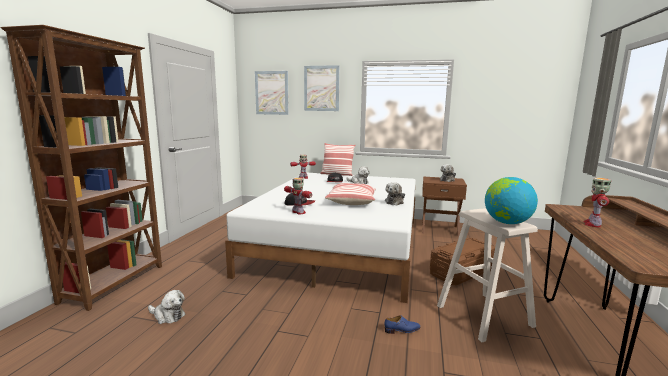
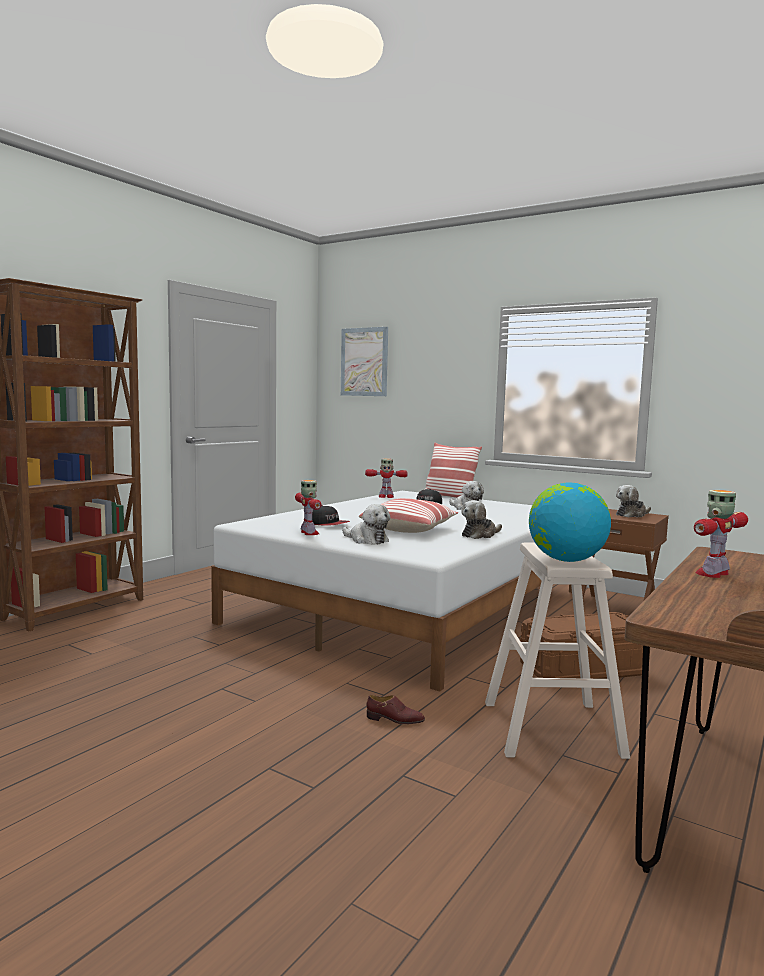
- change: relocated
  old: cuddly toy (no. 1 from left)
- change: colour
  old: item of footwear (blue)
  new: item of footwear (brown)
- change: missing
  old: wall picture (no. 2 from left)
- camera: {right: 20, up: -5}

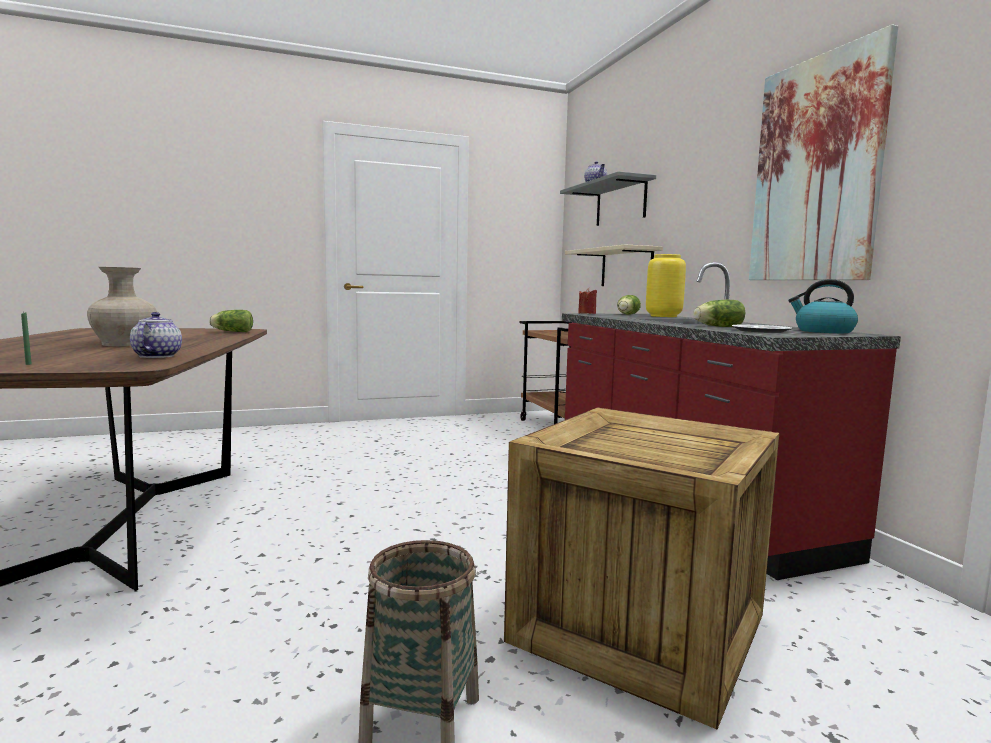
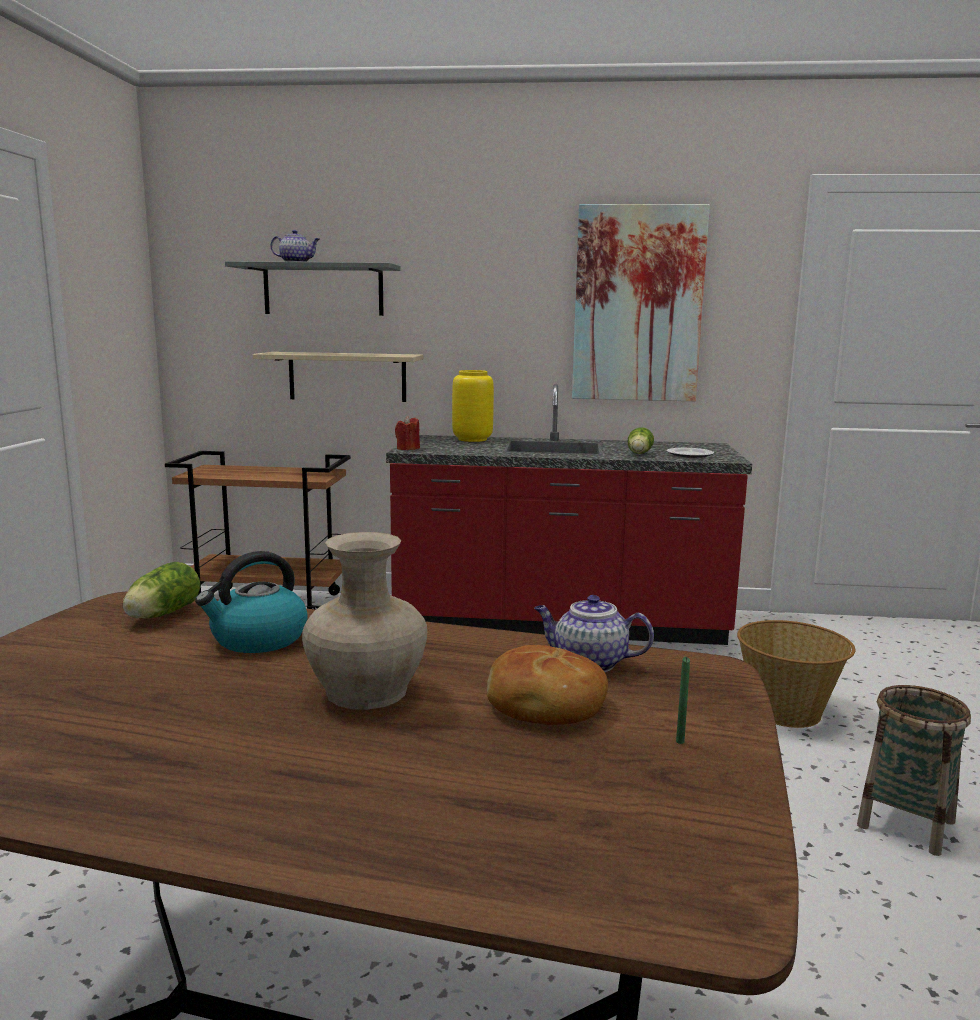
- change: relocated
  old: tea kettle
- change: appeared
  new: baked bread
- change: exchanged
  old: packing crate
  new: storage basket (no. 1 from left)
- change: missing
  old: head of lettuce (no. 2 from left)
- camera: {right: -65, up: 5}

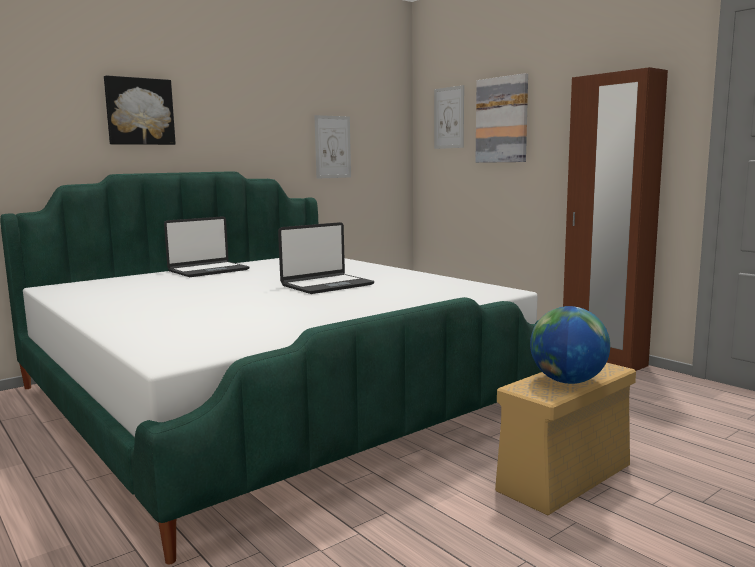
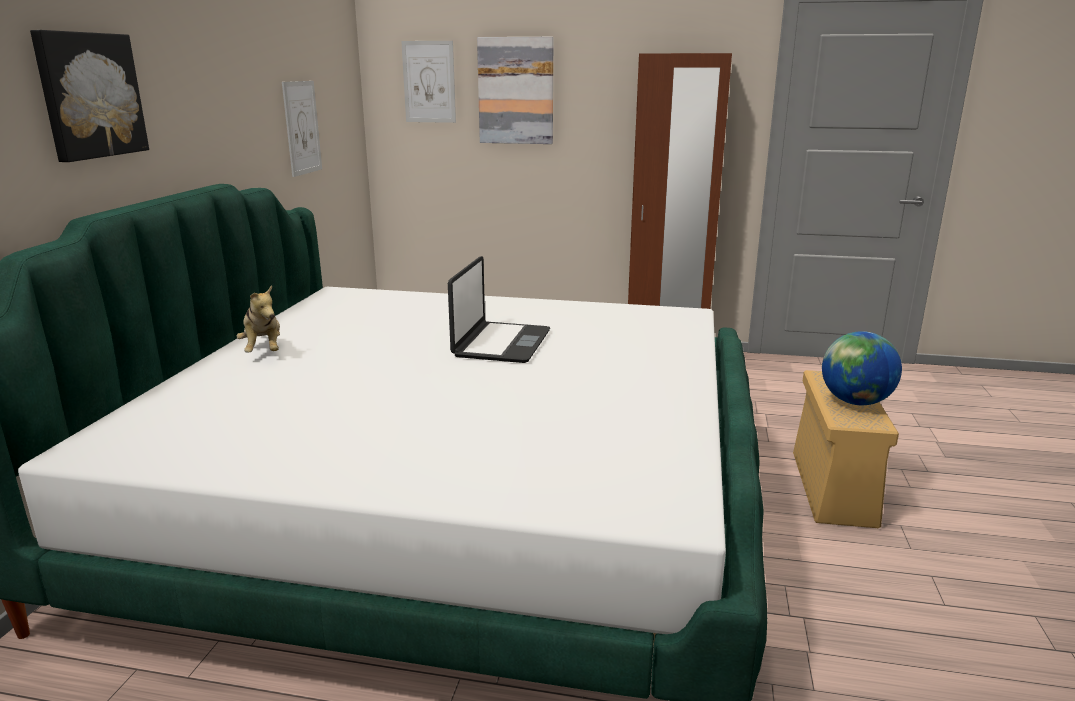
- change: exchanged
  old: portable computer (no. 1 from left)
  new: cuddly toy
- camera: {right: -40, up: 10}

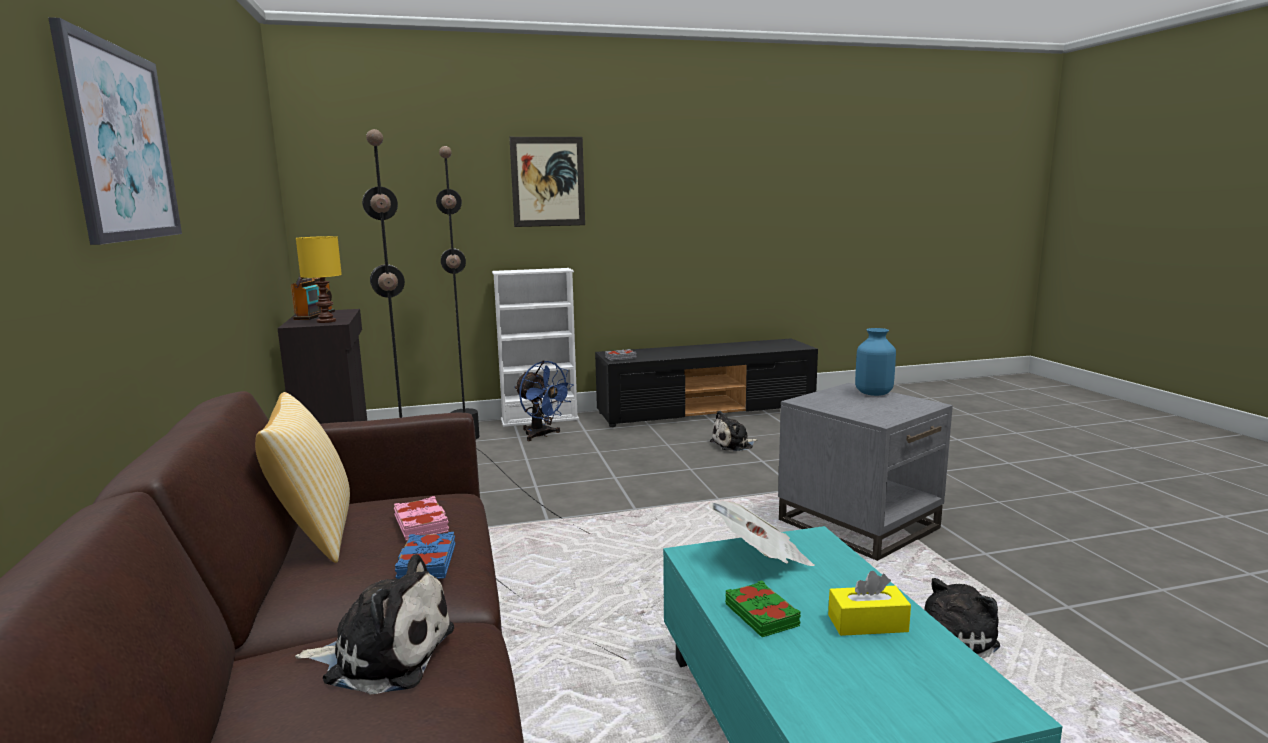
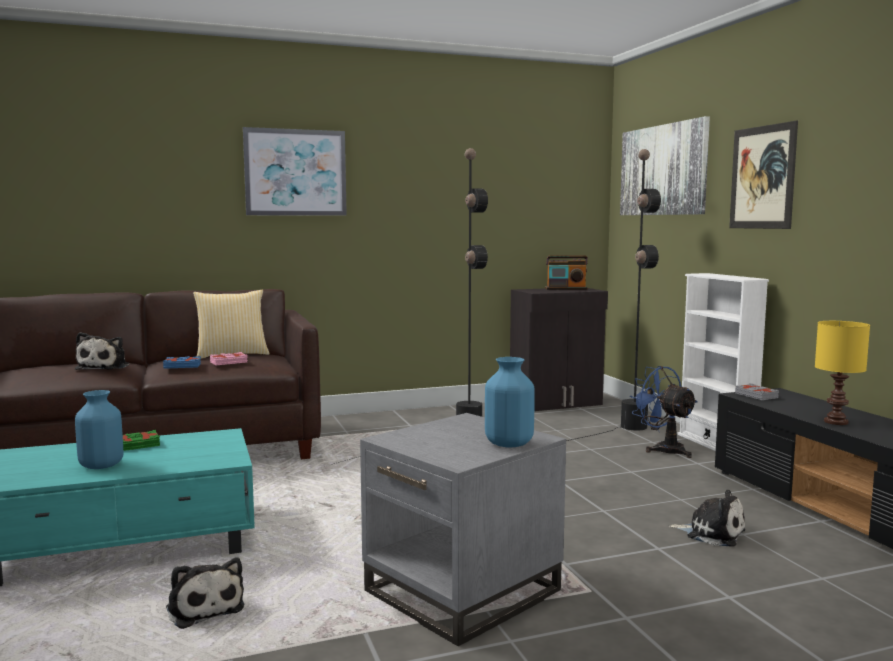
- change: exchanged
  old: tissue holder (yellow-coloured)
  new: decorative vase (blue) (no. 1 from left)
- change: appeared
  new: wall picture (no. 2 from left)
- change: spun
  old: fan (blue)
  degrees: 105
- change: spun
  old: cuddly toy (no. 2 from left in the first image)
  degrees: 150
- change: relocated
  old: lamp for a table (yellow-coloured)
- change: missing
  old: newspaper
- camera: {right: 85, up: -5}

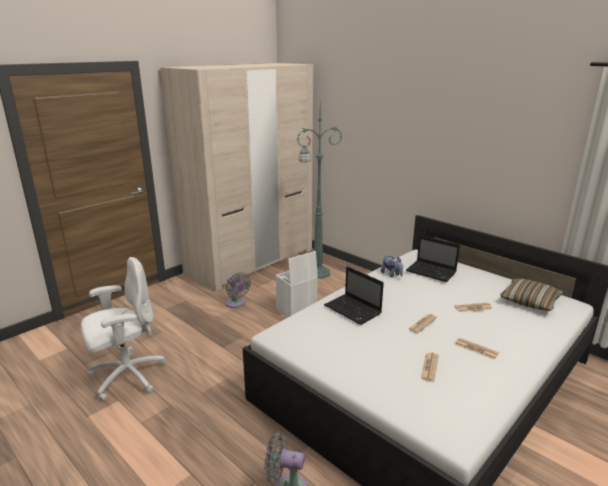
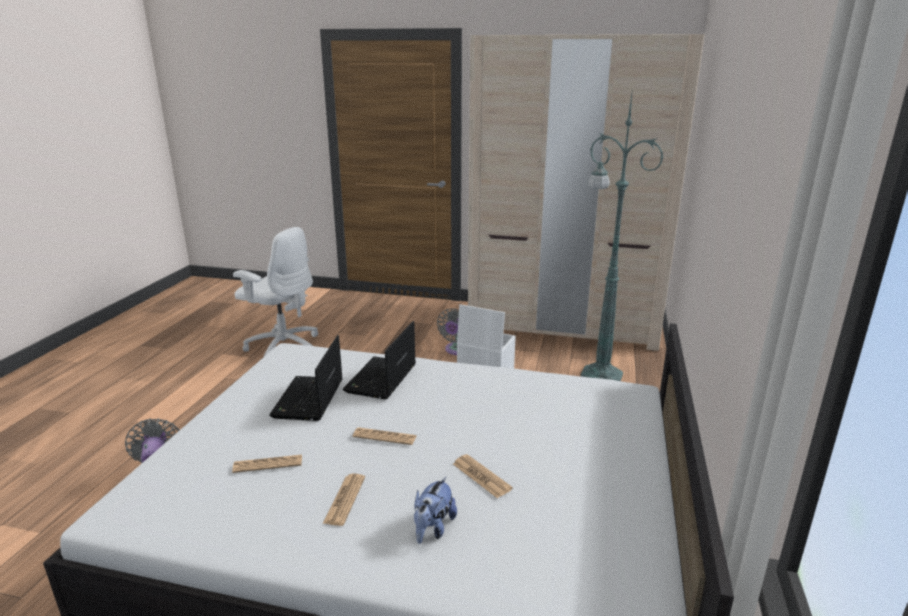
- change: relocated
  old: portable computer (no. 2 from left in the first image)
  new: portable computer (no. 1 from left)
- change: relocated
  old: cuddly toy
- change: missing
  old: pillow
- camera: {right: 60, up: 0}

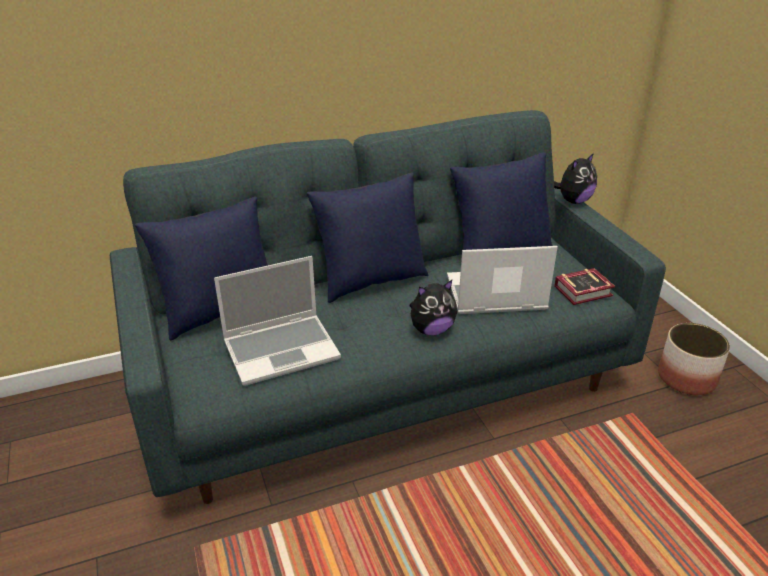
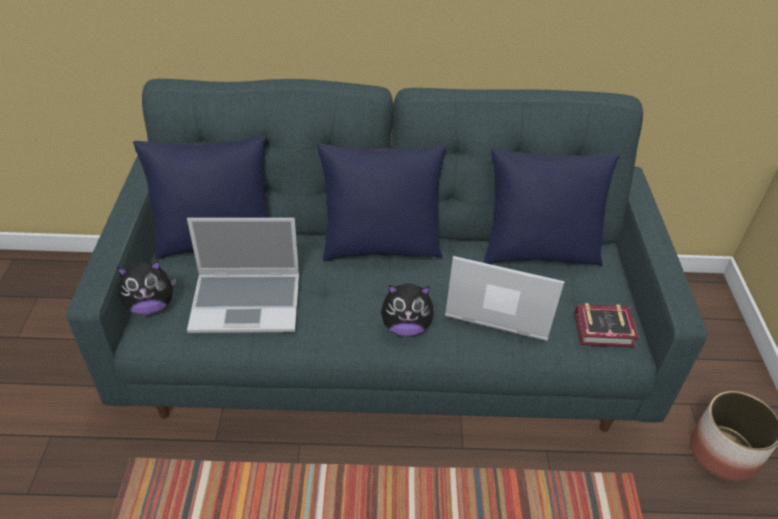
- change: relocated
  old: cuddly toy (no. 2 from left in the first image)
  new: cuddly toy (no. 1 from left)
- camera: {right: 20, up: 10}

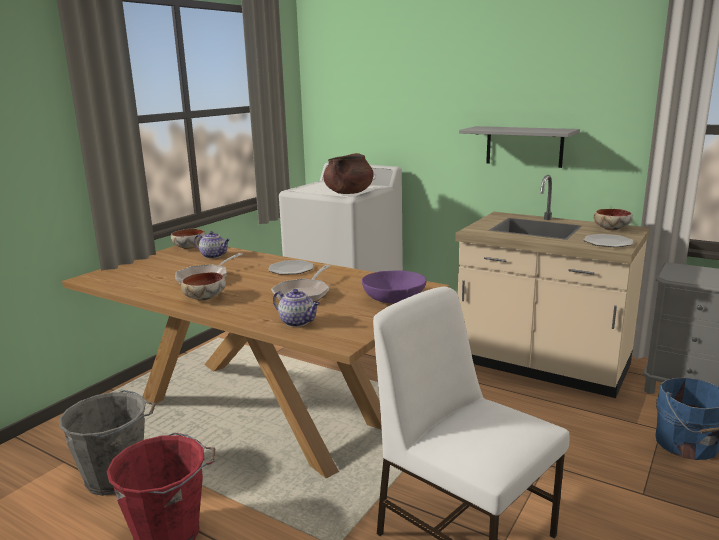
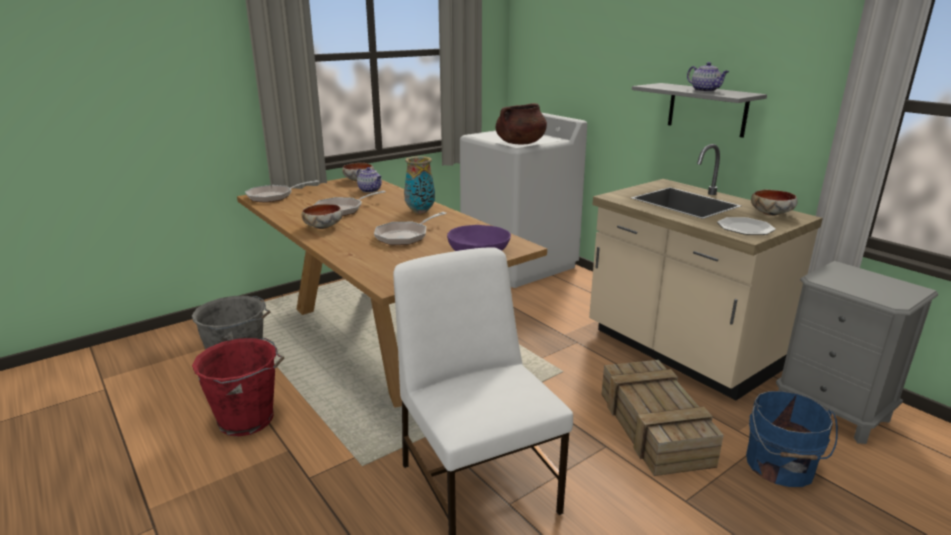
- change: appeared
  new: skillet (no. 1 from left)
- change: exchanged
  old: plate (no. 1 from left)
  new: decorative vase
- change: appeared
  new: packing crate
- change: relocated
  old: tea pot (no. 2 from left)
- camera: {right: 20, up: 5}

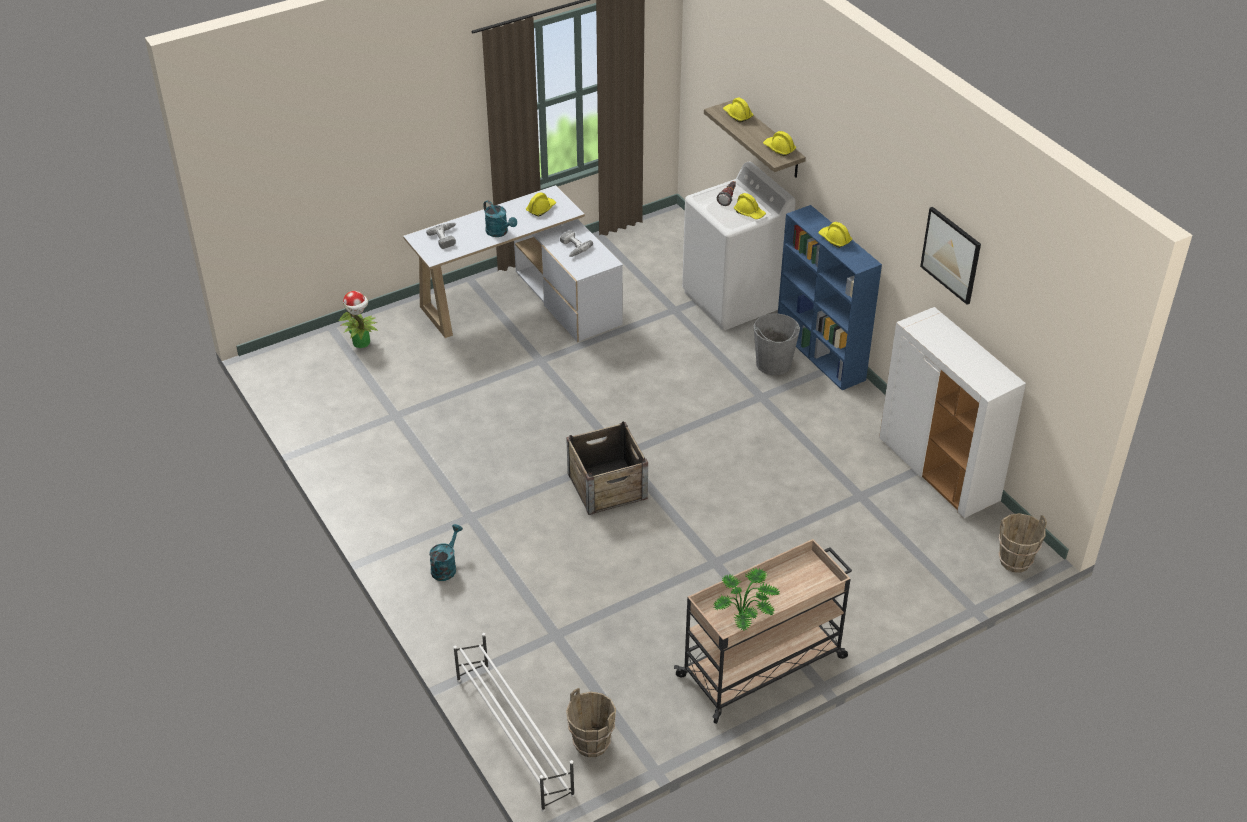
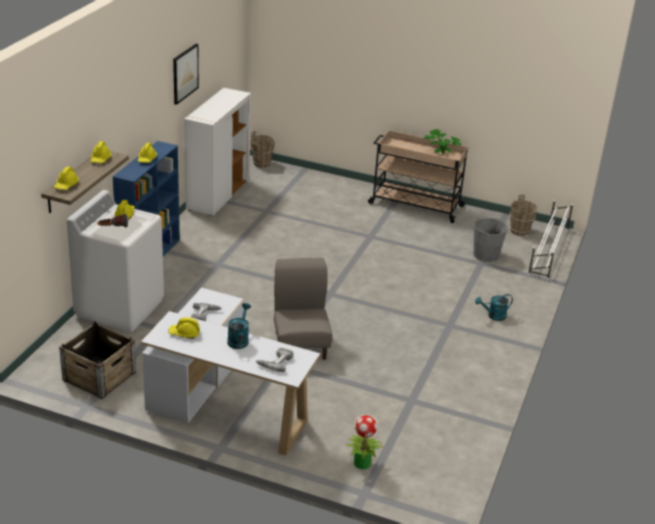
- change: relocated
  old: packing crate
- change: appeared
  new: chair (greyish)
- change: relocated
  old: bucket (greyish)
- camera: {right: -130, up: -10}

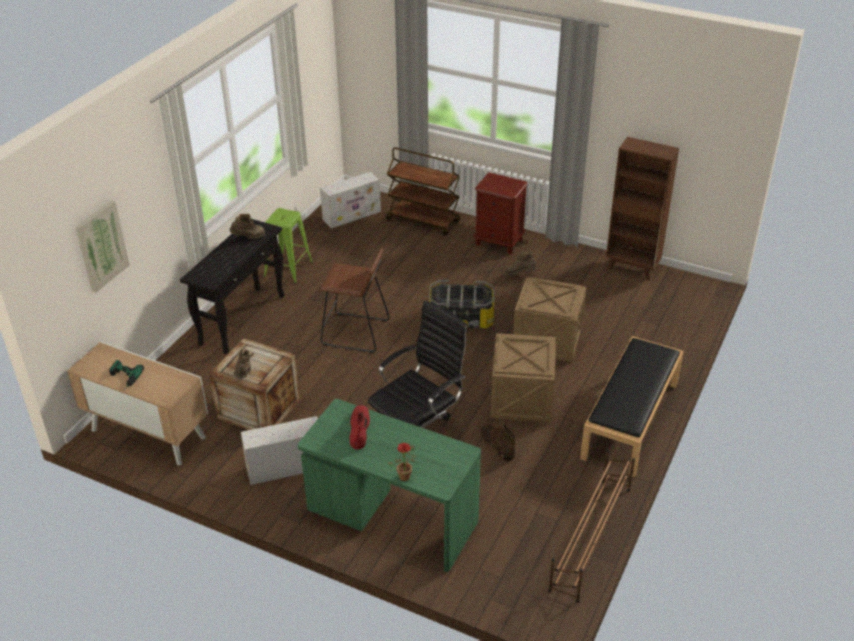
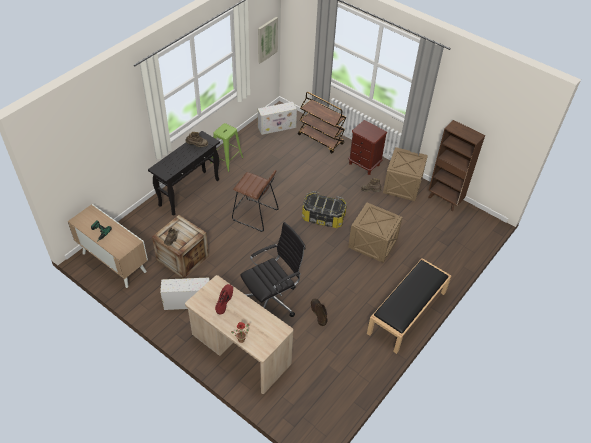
- change: colour
  old: desk unit (green)
  new: desk unit (sand-coloured)
- change: relocated
  old: wall picture
- change: relocated
  old: packing crate (no. 2 from left in the first image)
  new: packing crate (no. 3 from left)
- change: missing
  old: shoe shelf (brown)
- camera: {right: 10, up: 10}

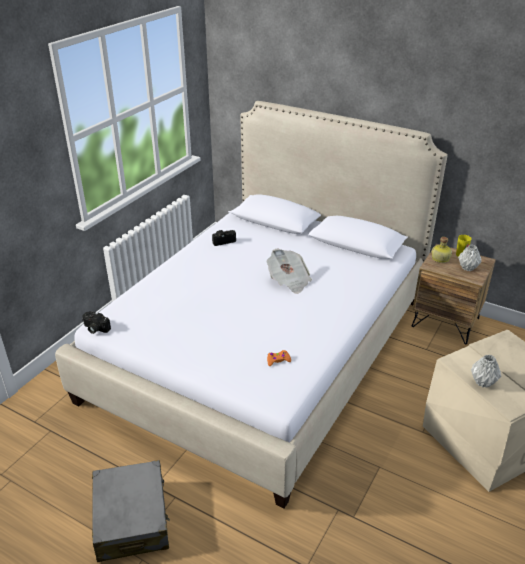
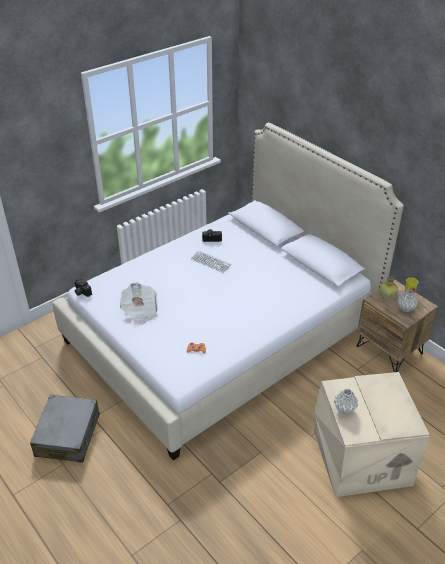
- change: relocated
  old: newspaper
- change: appeared
  new: PC keyboard
- camera: {right: 20, up: 5}

